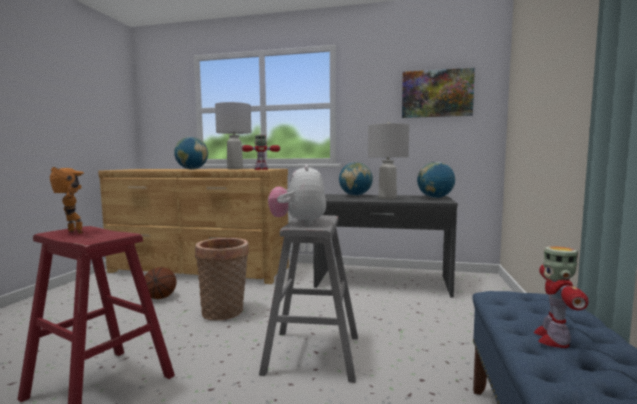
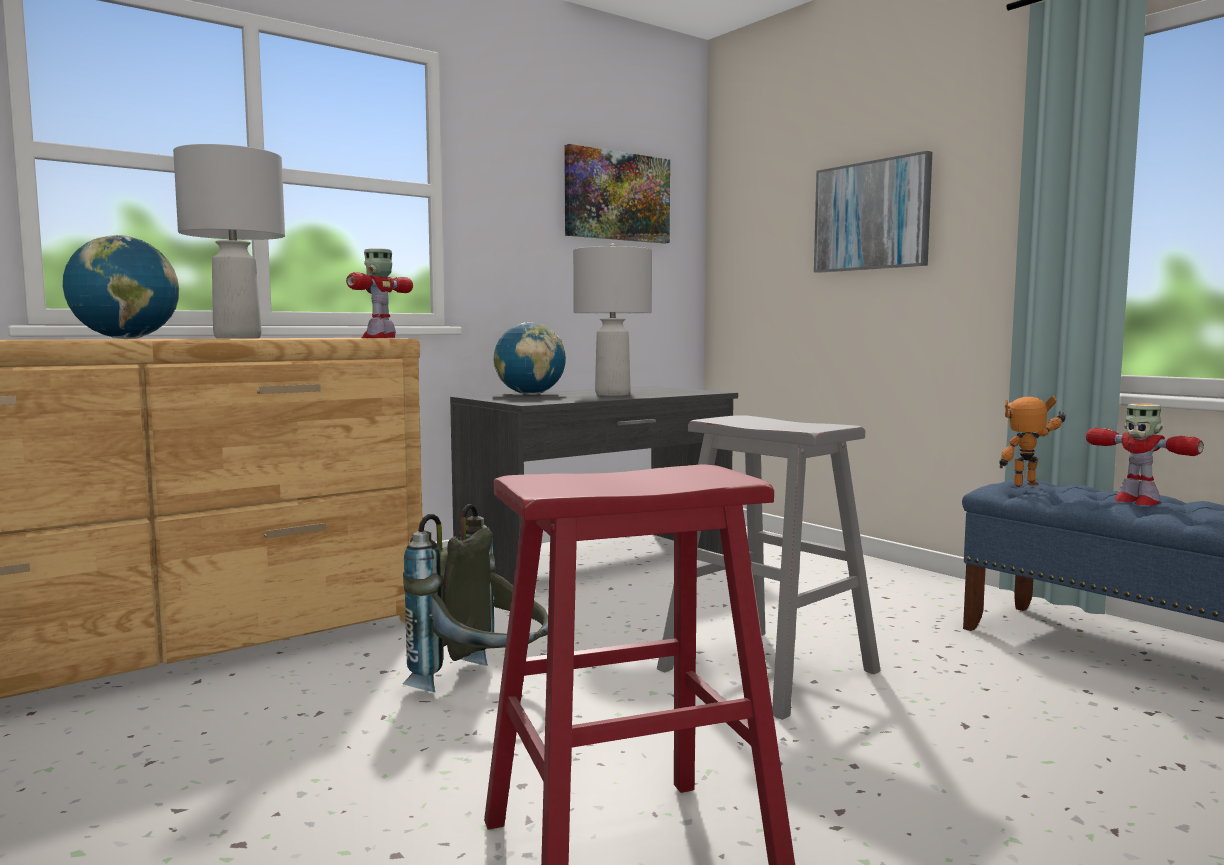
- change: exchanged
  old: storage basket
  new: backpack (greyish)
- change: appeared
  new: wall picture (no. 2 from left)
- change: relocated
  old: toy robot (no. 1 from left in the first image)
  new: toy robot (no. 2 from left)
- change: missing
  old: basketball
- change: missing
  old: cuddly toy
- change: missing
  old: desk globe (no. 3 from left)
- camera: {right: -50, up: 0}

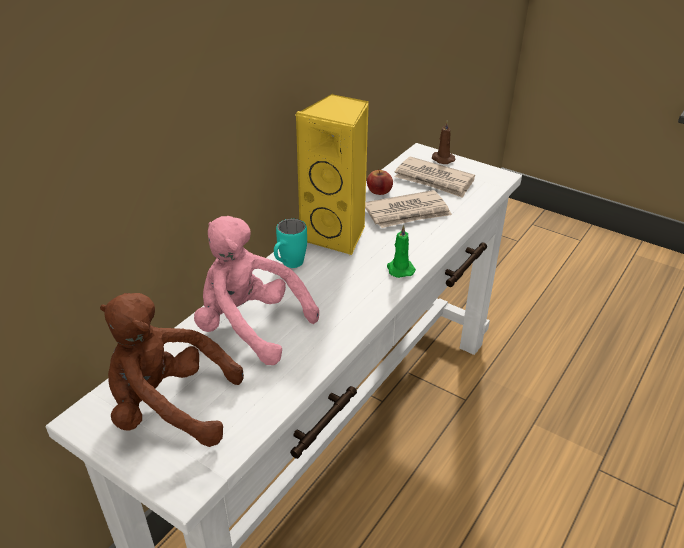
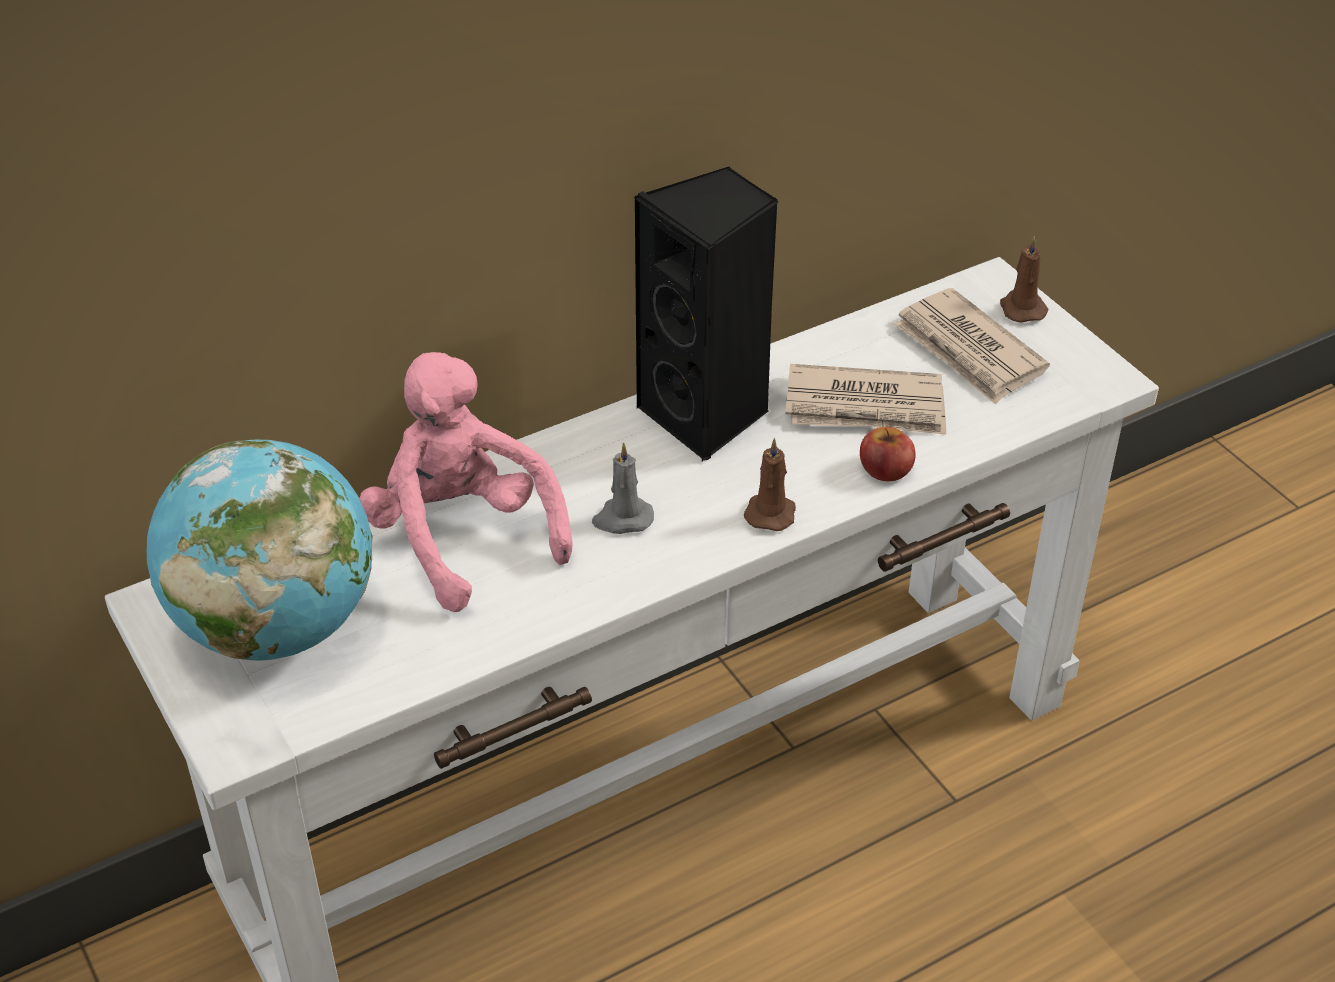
- change: exchanged
  old: cuddly toy (brown)
  new: desk globe
- change: appeared
  new: wax candle (greyish)
- change: colour
  old: speaker (yellow-coloured)
  new: speaker (blackish)
- change: colour
  old: wax candle (green)
  new: wax candle (brown) (no. 1 from left)
- change: relocated
  old: whole apple
- change: missing
  old: coffee mug (turquoise-coloured)
- camera: {right: 25, up: 5}

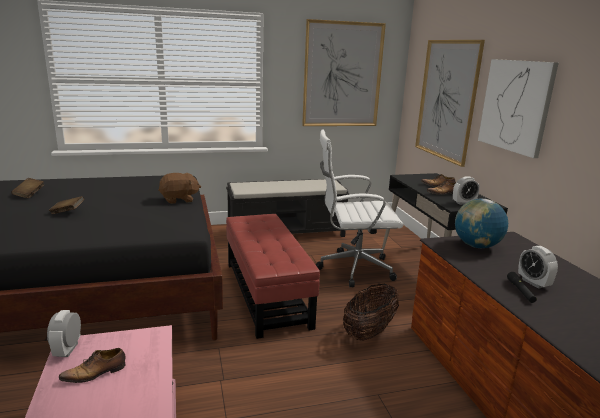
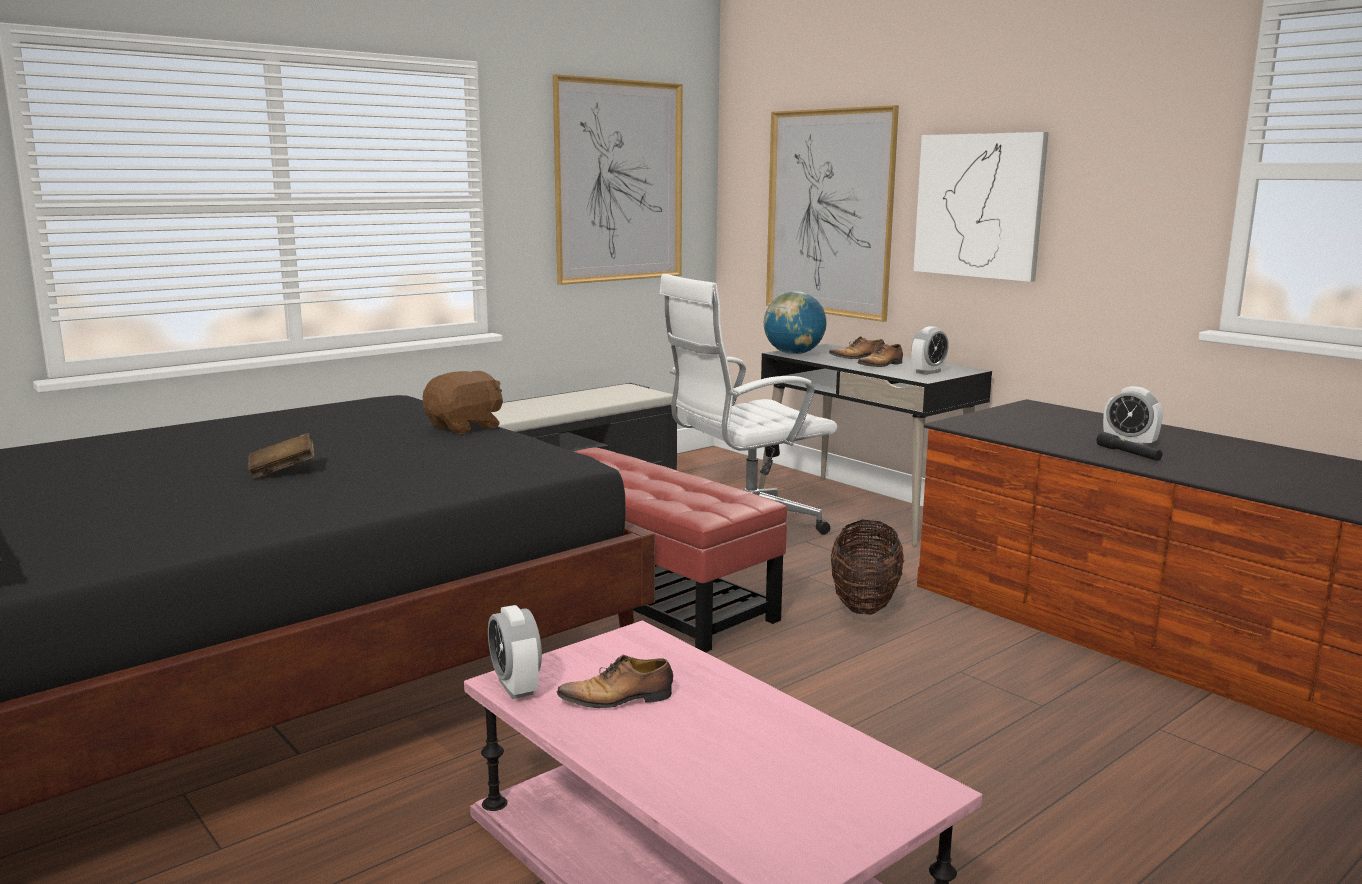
- change: spun
  old: item of footwear (no. 1 from left)
  degrees: 45
- change: relocated
  old: desk globe
- change: missing
  old: bound book (brown) (no. 1 from left)
- camera: {right: -25, up: -5}

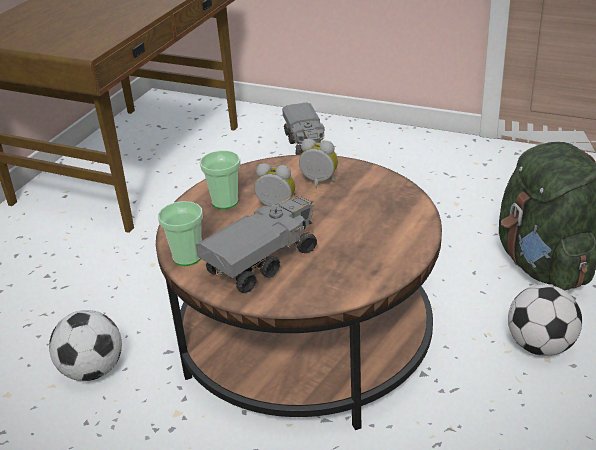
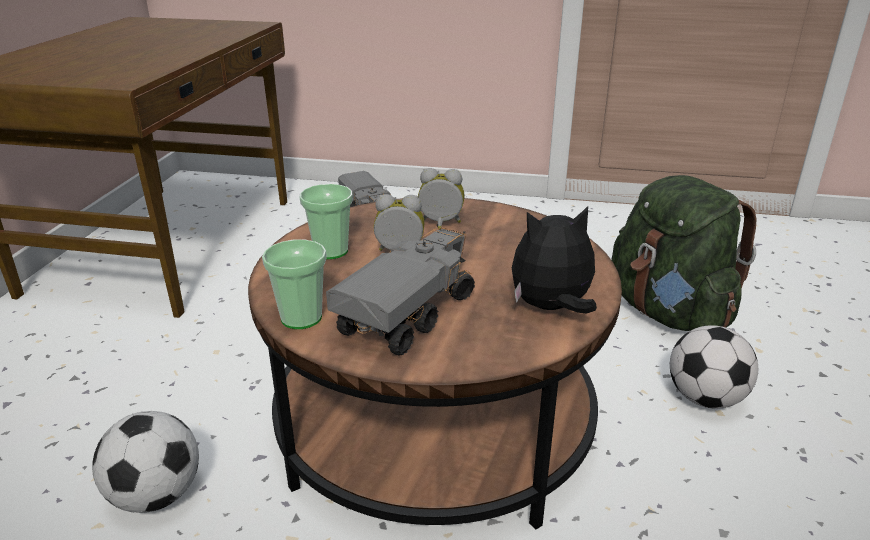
- change: appeared
  new: cuddly toy
- camera: {right: -15, up: -5}

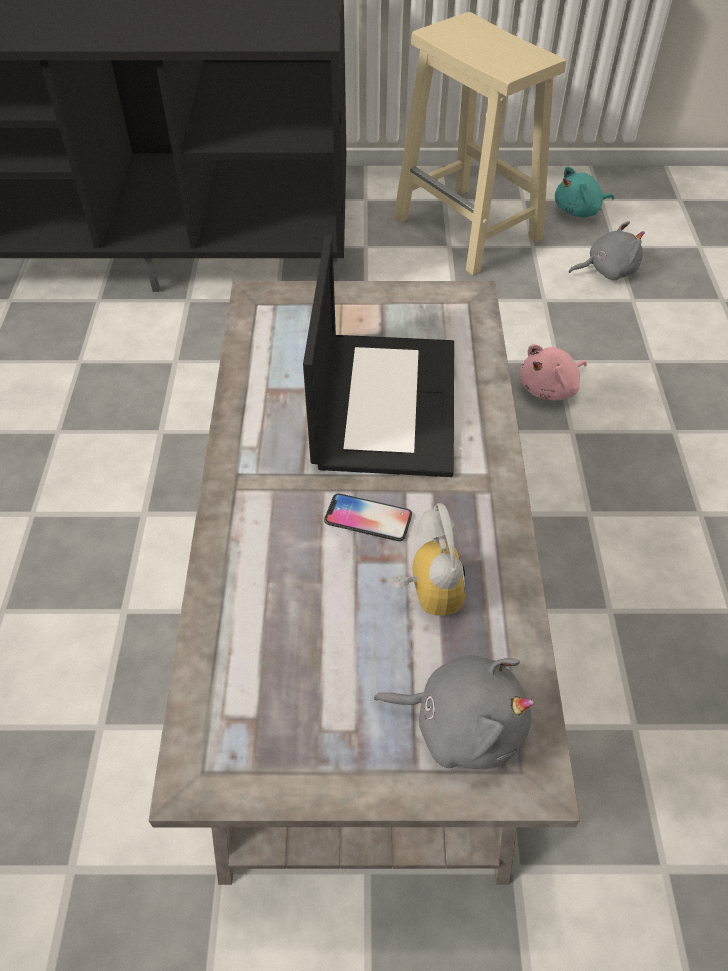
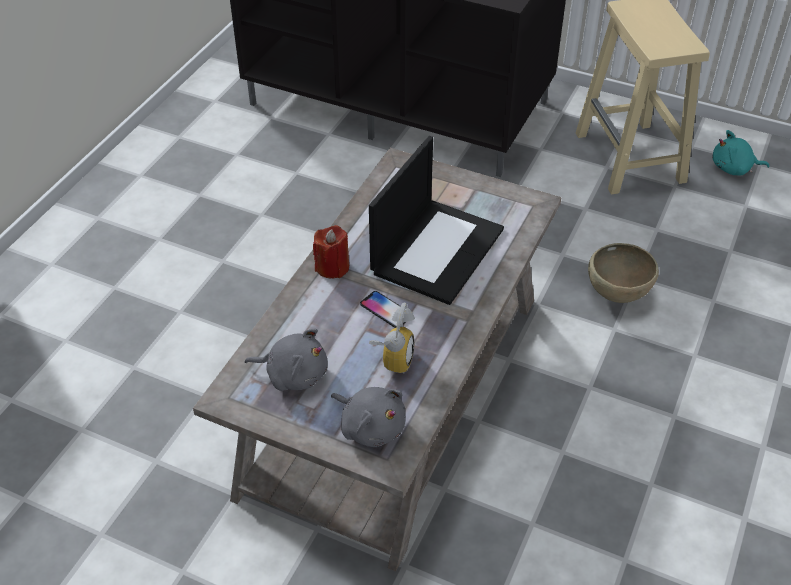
- change: relocated
  old: cuddly toy (greyish) (no. 2 from left in the first image)
  new: cuddly toy (greyish) (no. 1 from left)
- change: appeared
  new: wax candle (reddish)
- change: exchanged
  old: cuddly toy (pink-coloured)
  new: bowl (brown)
- camera: {right: 25, up: -5}

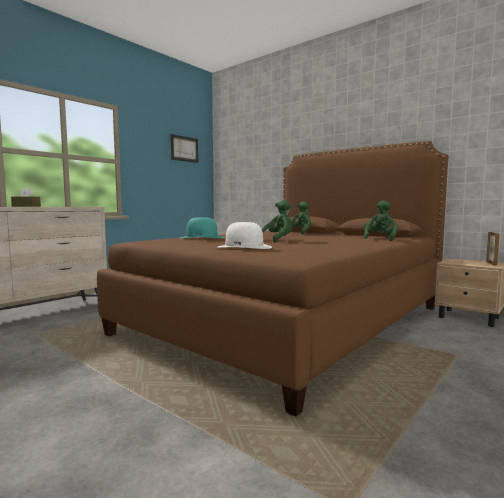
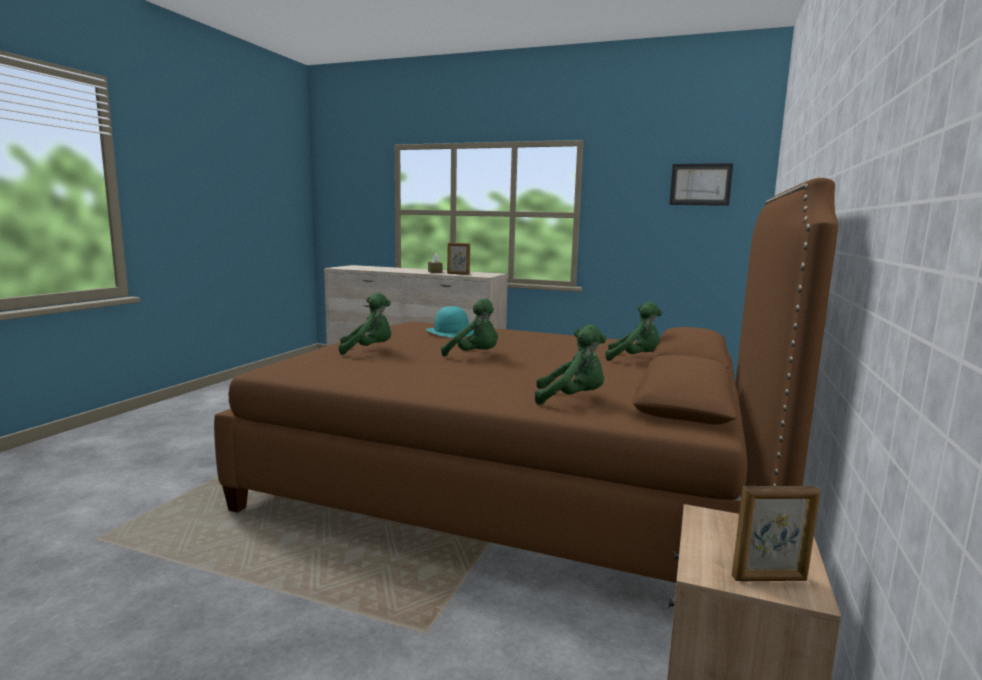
- change: exchanged
  old: hat (whitish)
  new: cuddly toy (green) (no. 1 from left)
- change: appeared
  new: picture frame (no. 1 from left)
- camera: {right: 70, up: 5}

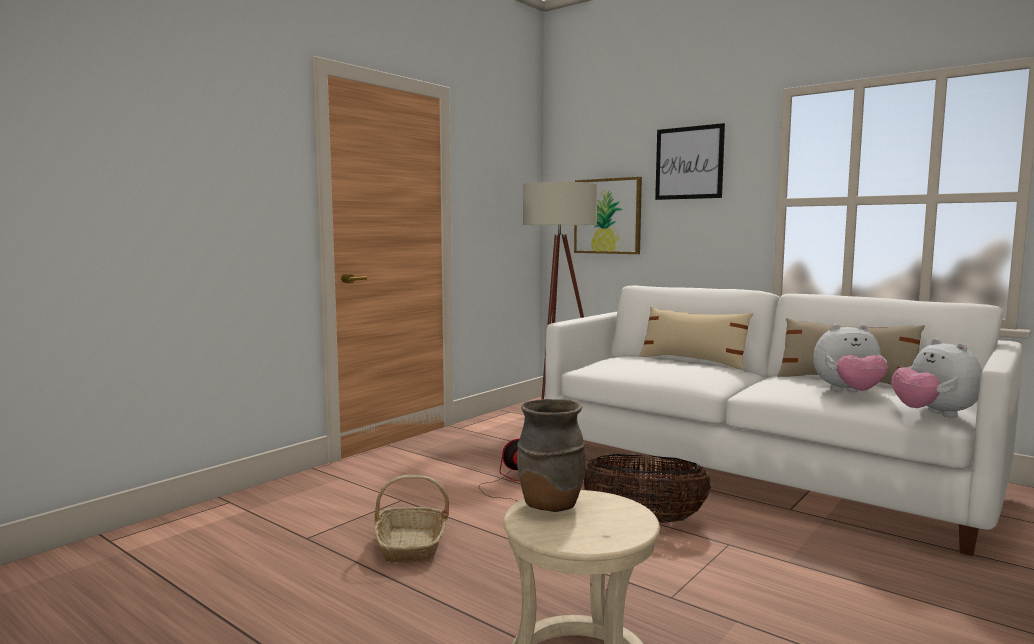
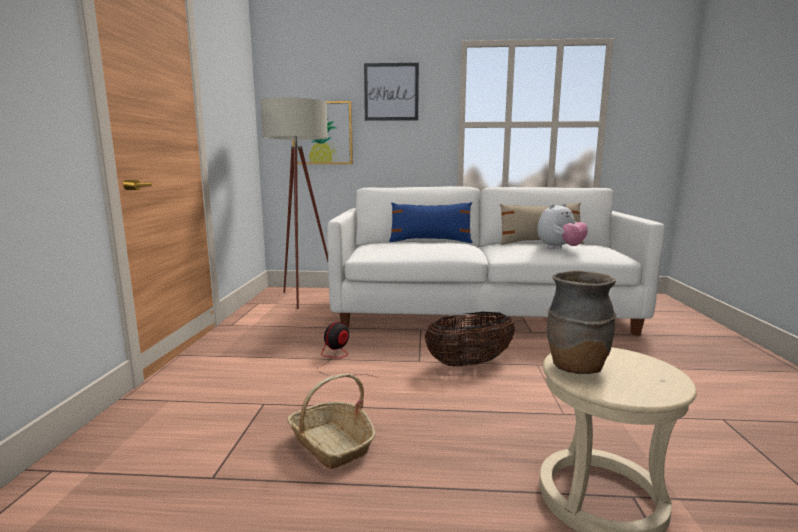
- change: colour
  old: pillow (sand-coloured) (no. 1 from left)
  new: pillow (blue)
- change: missing
  old: cuddly toy (no. 2 from left)
- camera: {right: -35, up: 5}

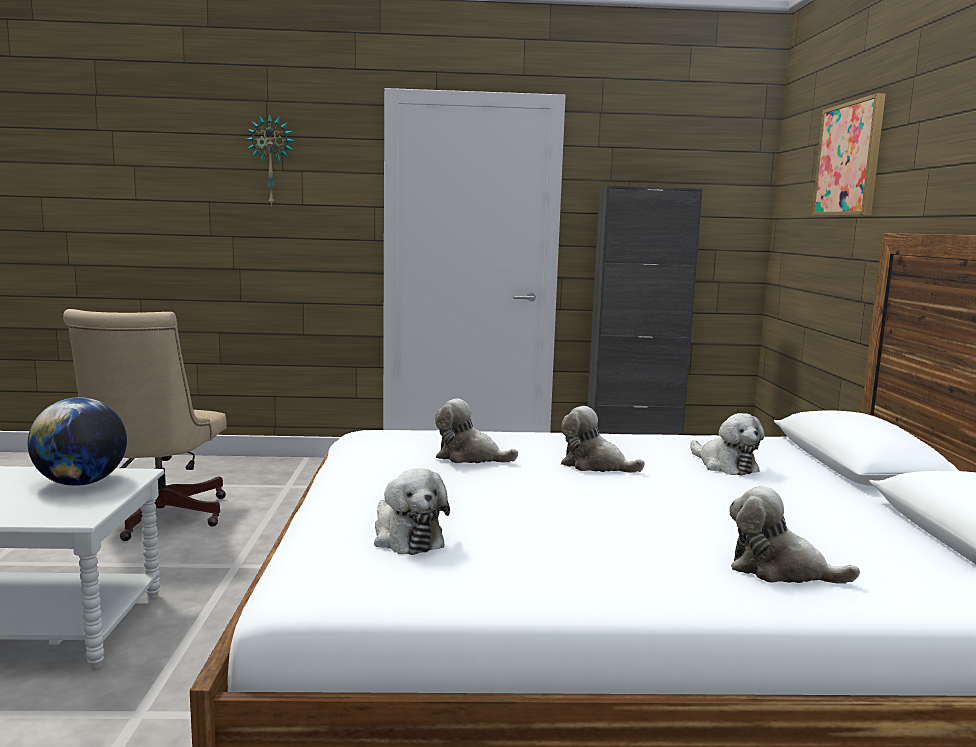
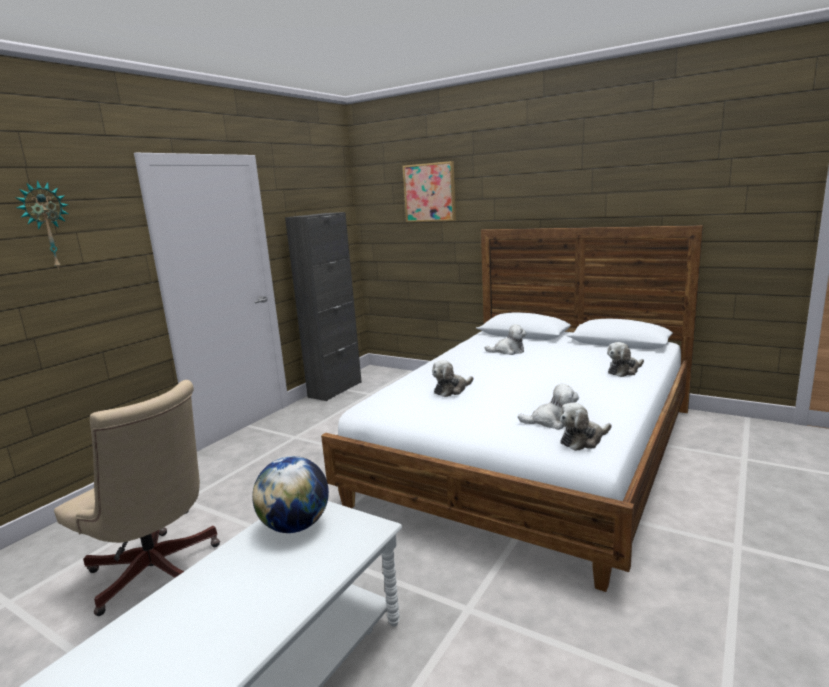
- change: relocated
  old: cuddly toy (no. 3 from left in the first image)
  new: cuddly toy (no. 4 from left)
- camera: {right: -55, up: 5}

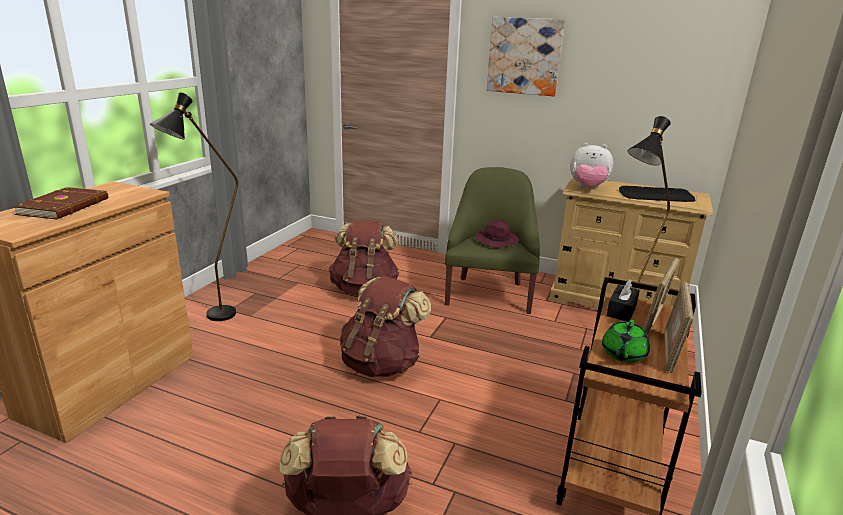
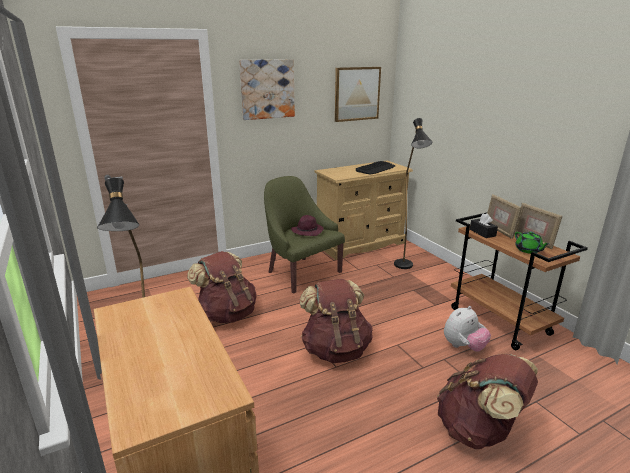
- change: appeared
  new: wall picture (no. 2 from left)
- change: relocated
  old: cuddly toy
- change: missing
  old: bound book (brown)
- camera: {right: -50, up: 0}

